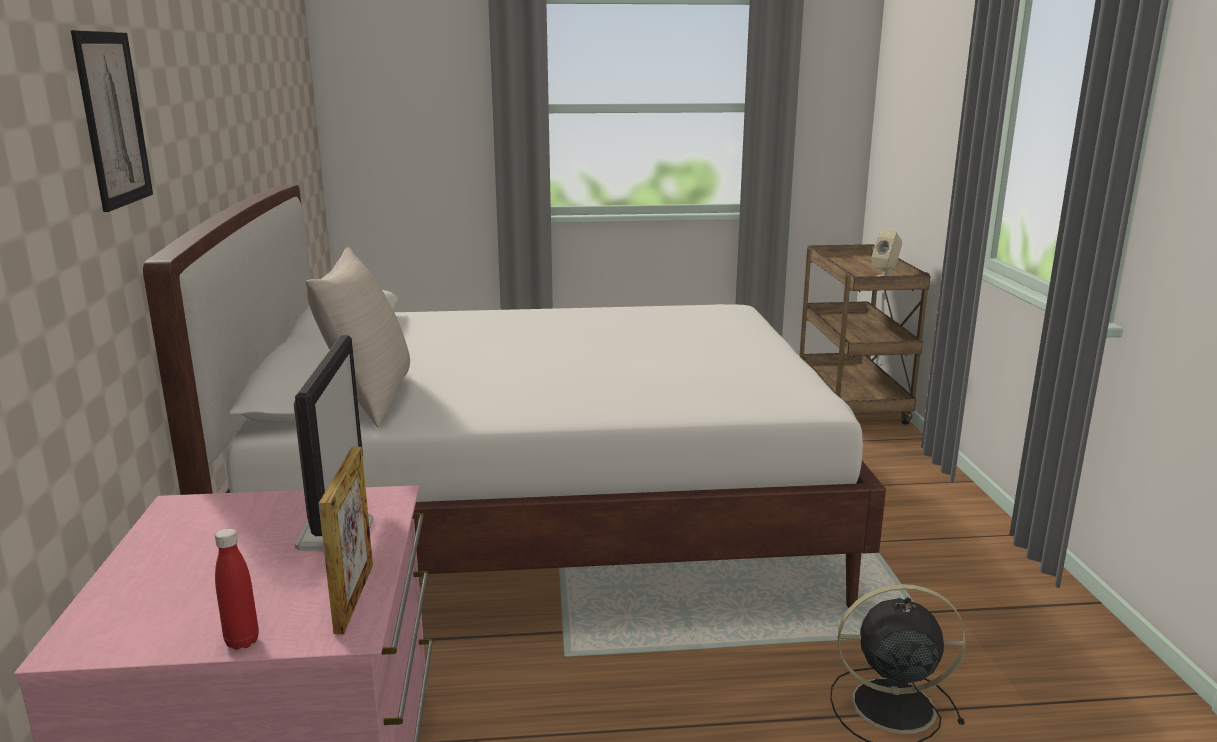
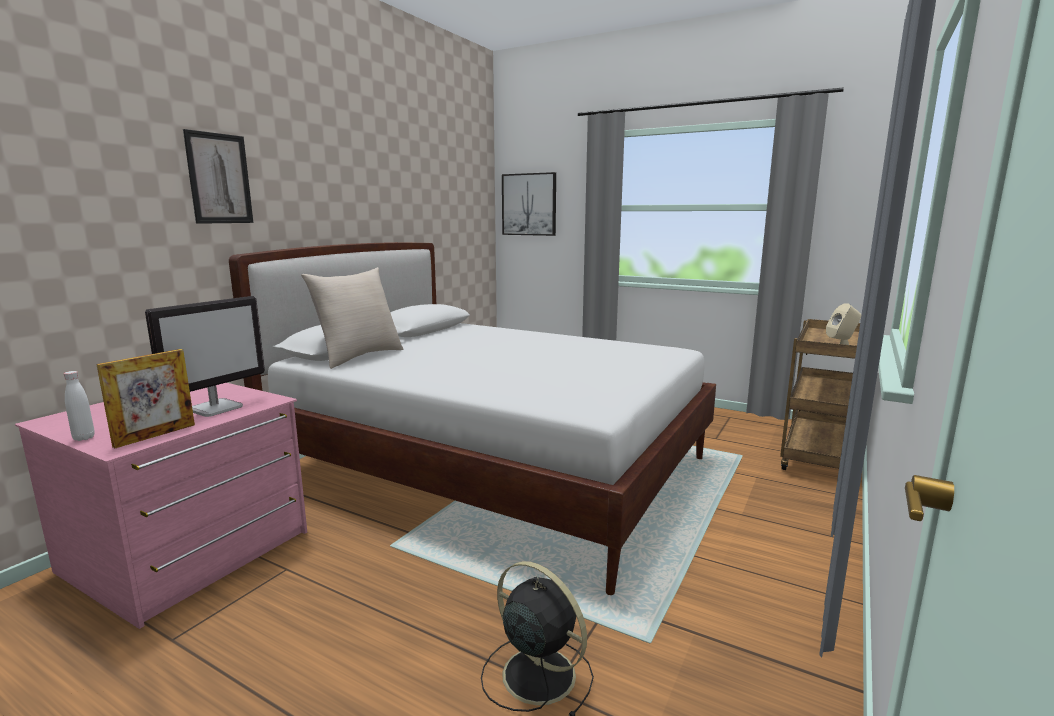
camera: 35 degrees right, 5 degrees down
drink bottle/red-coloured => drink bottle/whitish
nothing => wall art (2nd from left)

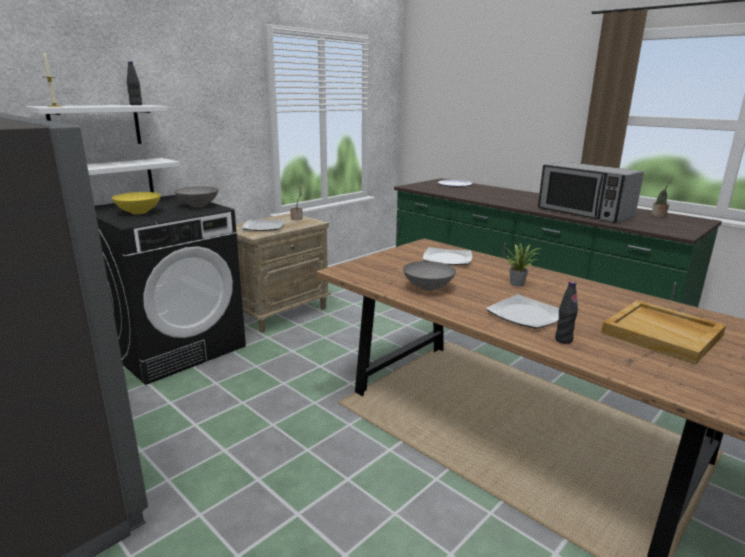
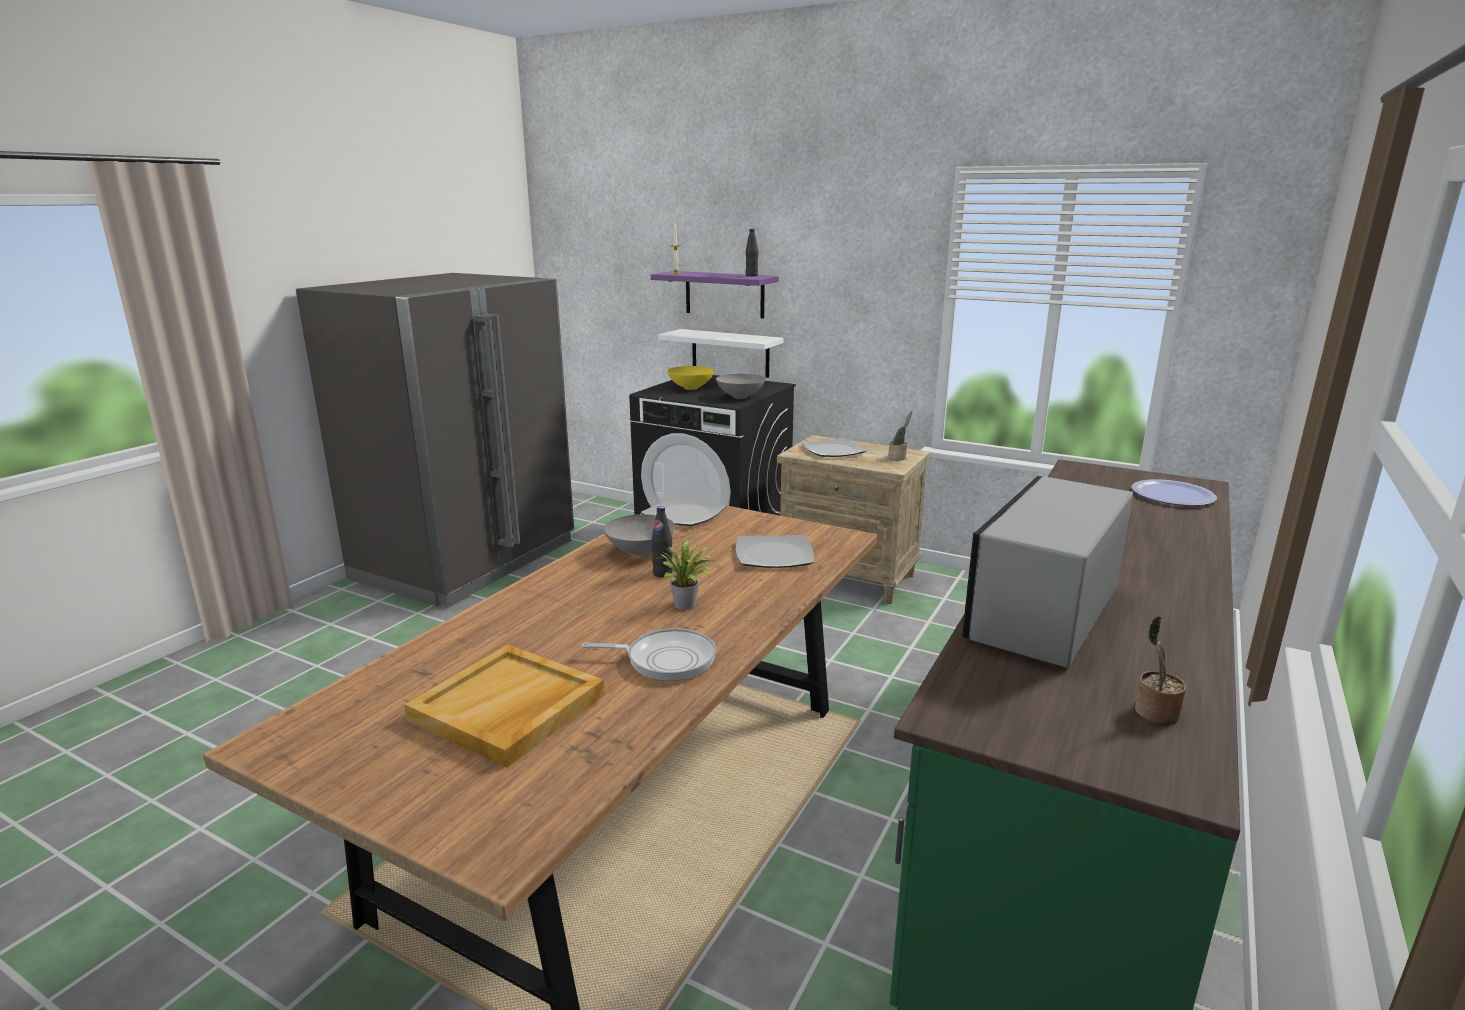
camera: 75 degrees right, 0 degrees up
shelf/whitish (1st from left) => shelf/purple
drink bottle/black-coloured (2nd from left in the first image) => drink bottle/black-coloured (1st from left), move
flat dish (4th from left in the first image) => flat dish (1st from left), move
nothing => skillet

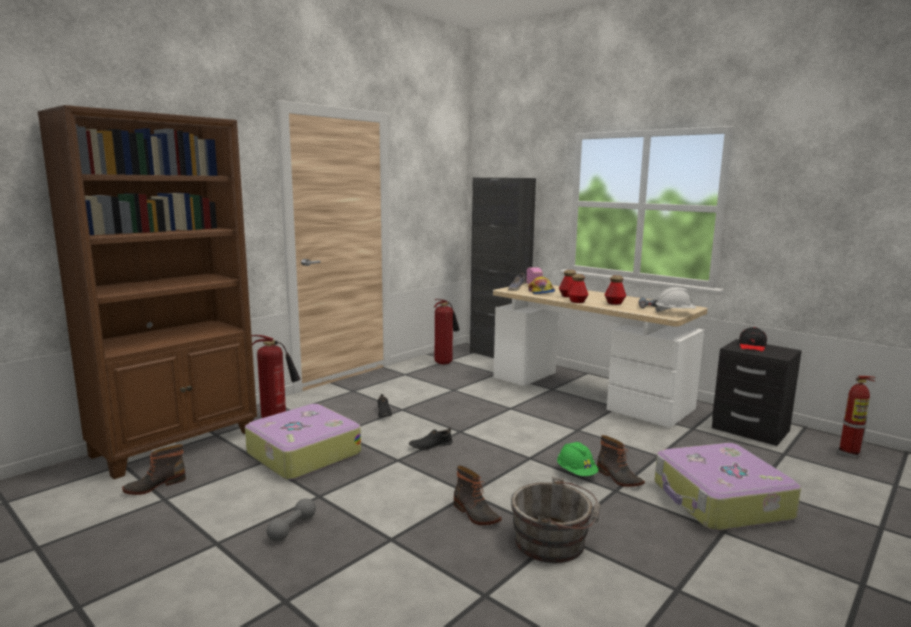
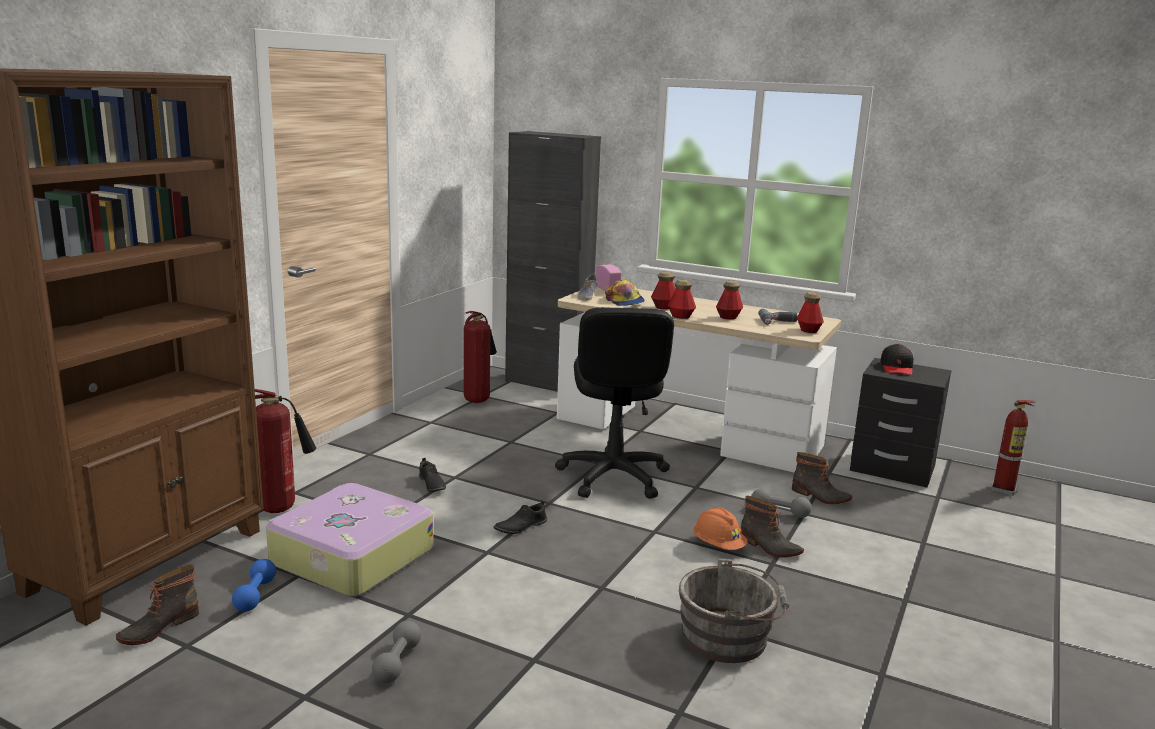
camera: 15 degrees left, 5 degrees up
work helmet/whitish => drink bottle (4th from left)
work helmet/greenish => work helmet/orangey
piece of luggage (2nd from left) => nothing
boot (2nd from left in the first image) => boot (3rd from left), move
nothing => computer chair/black-coloured
nothing => free weight/grey (2nd from left)
nothing => free weight/bluish

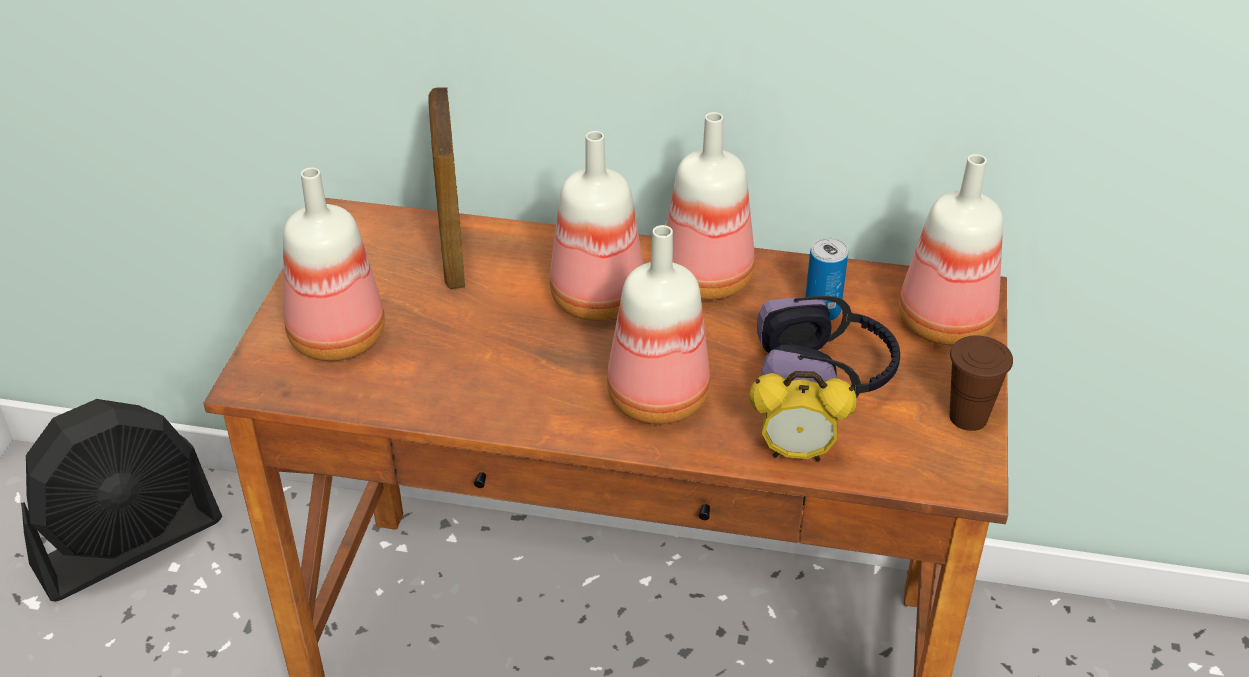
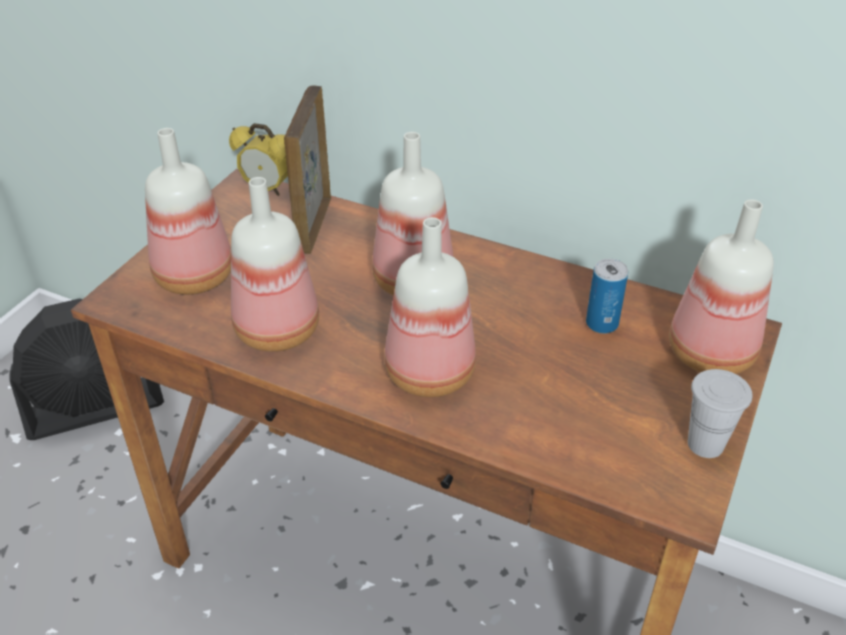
camera: 15 degrees right, 0 degrees up
drink bottle (4th from left in the first image) => drink bottle (2nd from left), move
headset => nothing
small cup/brown-coloured => small cup/whitish
table clock, move

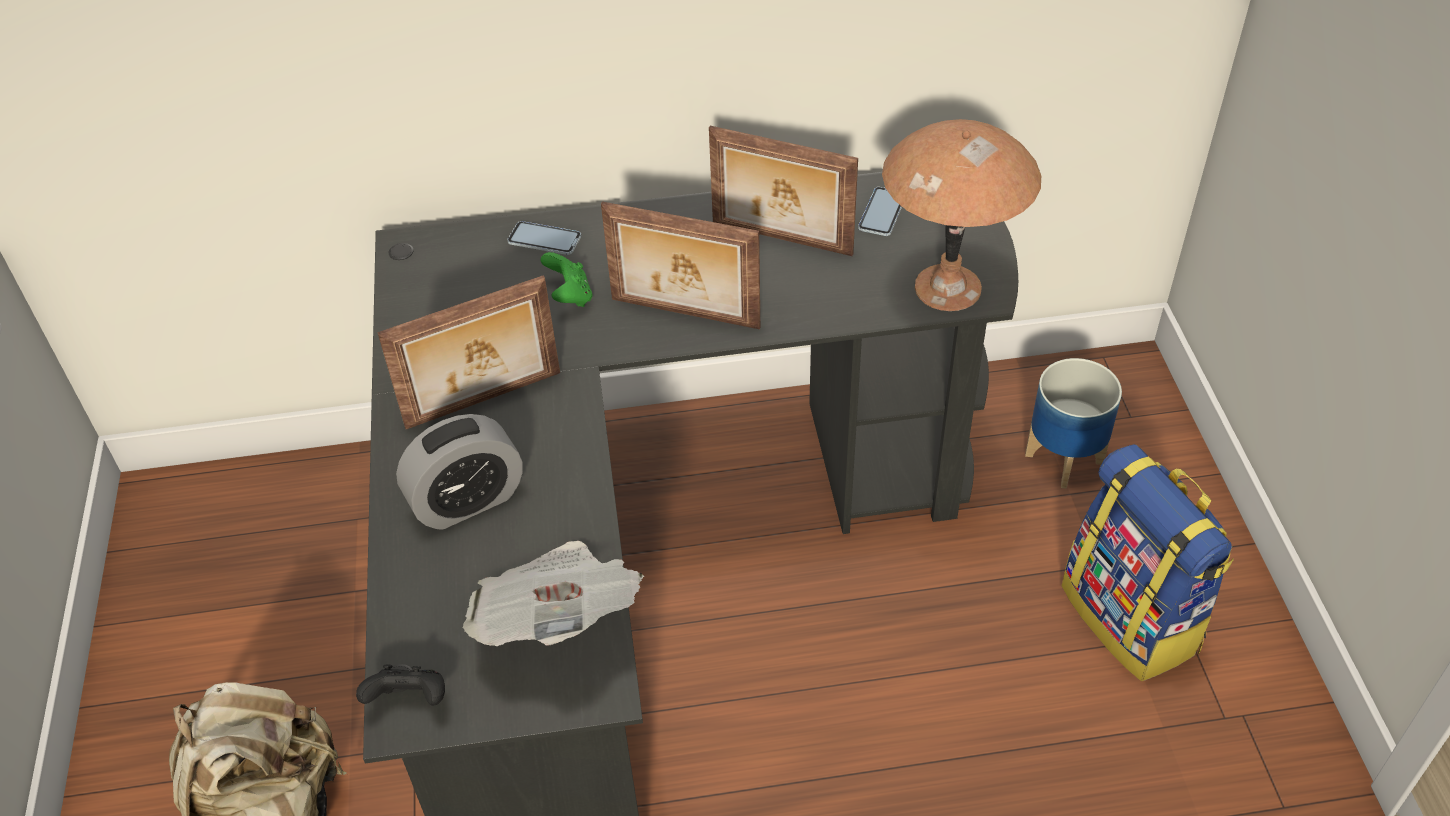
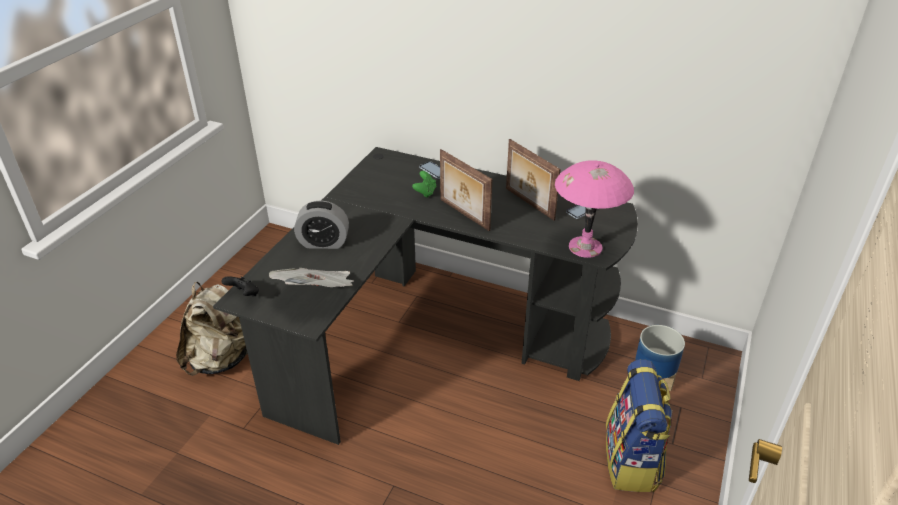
camera: 30 degrees right, 10 degrees down
tabletop lamp/brown-coloured => tabletop lamp/pink-coloured
standing frame (1st from left) => nothing

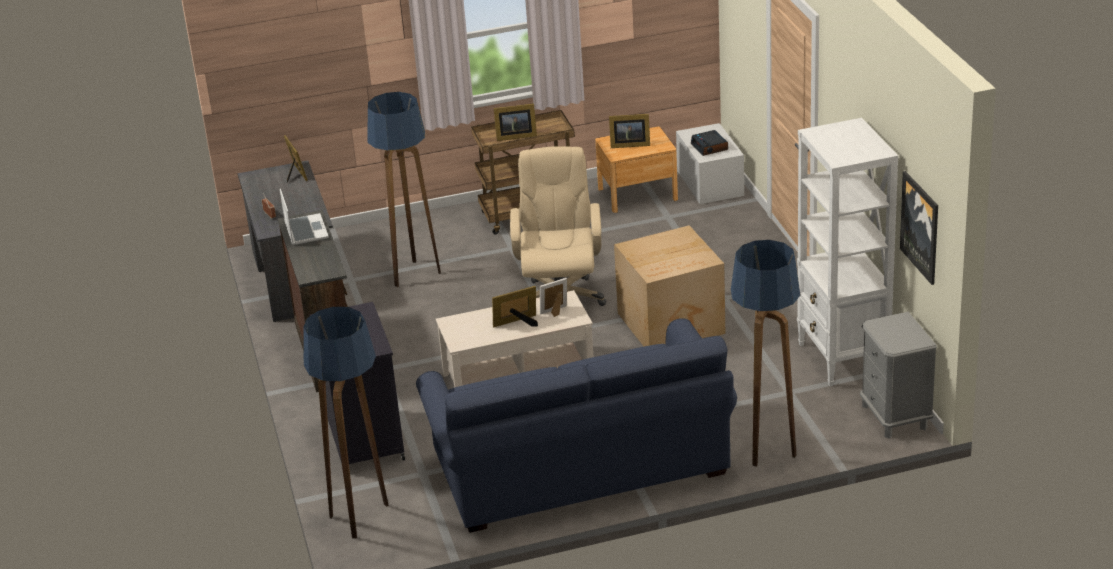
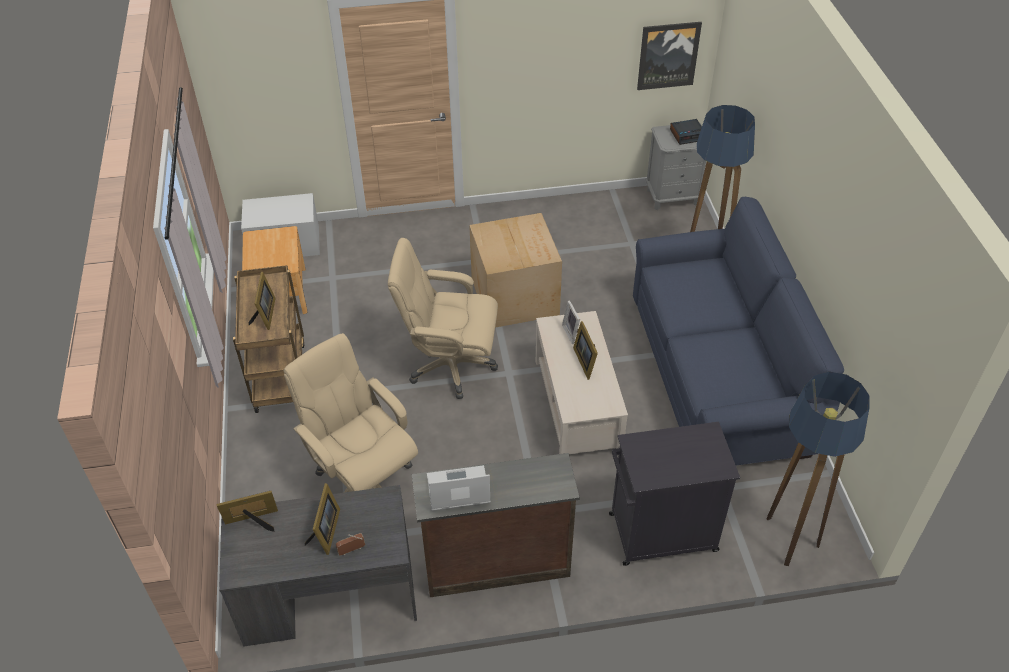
camera: 85 degrees left, 15 degrees up
floor lamp (2nd from left) => computer chair/sand-coloured (1st from left)
standing frame (5th from left in the first image) => standing frame (3rd from left), move
shelving unit/whitish => nothing
table clock, move

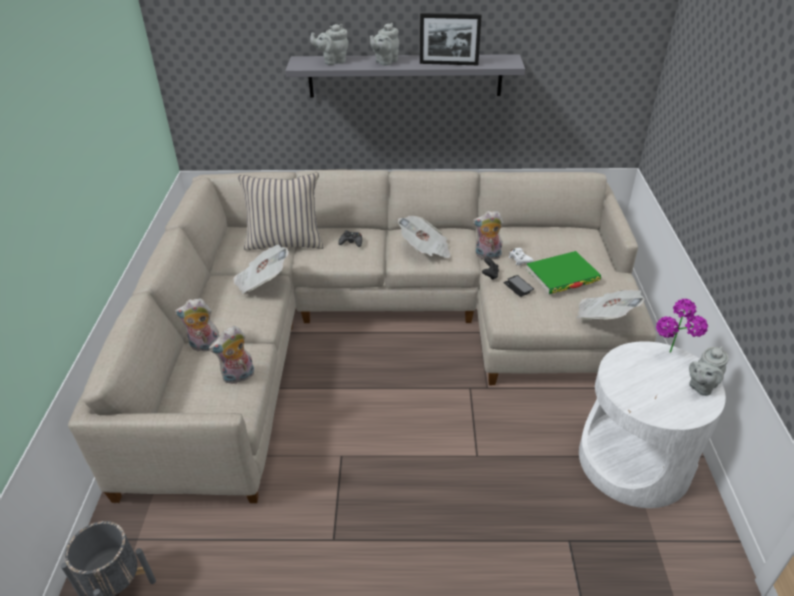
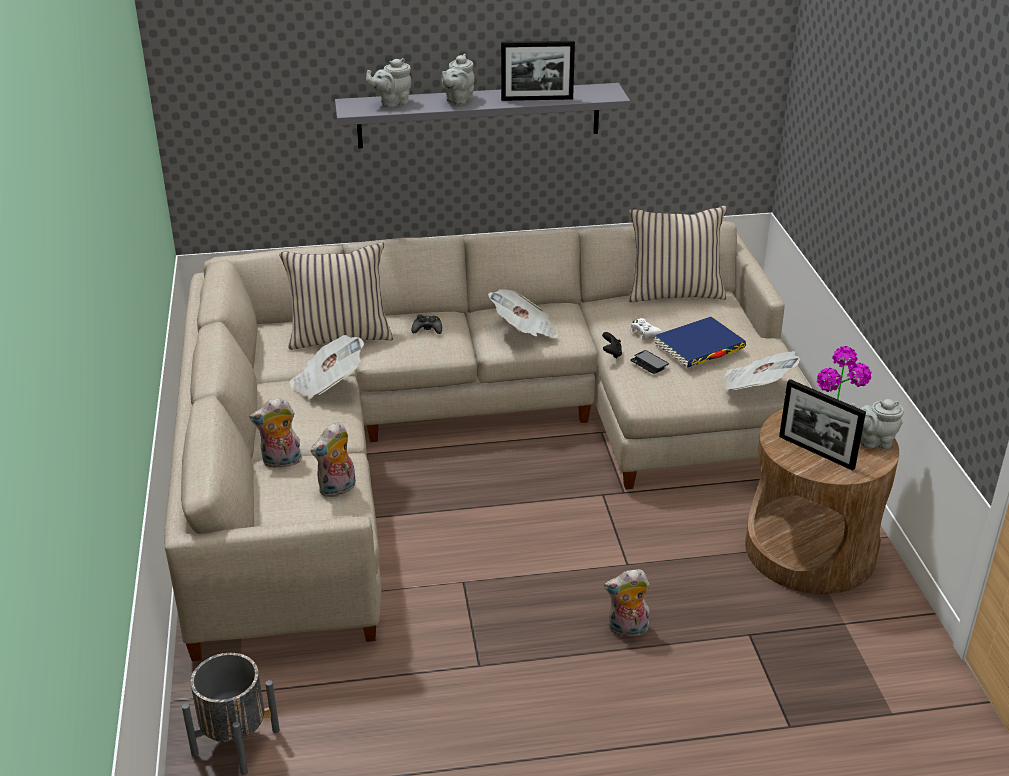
camera: 10 degrees left, 5 degrees down
soft toy (3rd from left), move
book/greenish => book/bluish
side table/whitish => side table/brown-coloured
tea pot/grey (3rd from left), 60 degrees clockwise
nothing => throw pillow/sand-coloured (2nd from left)
nothing => standing frame (2nd from left)

